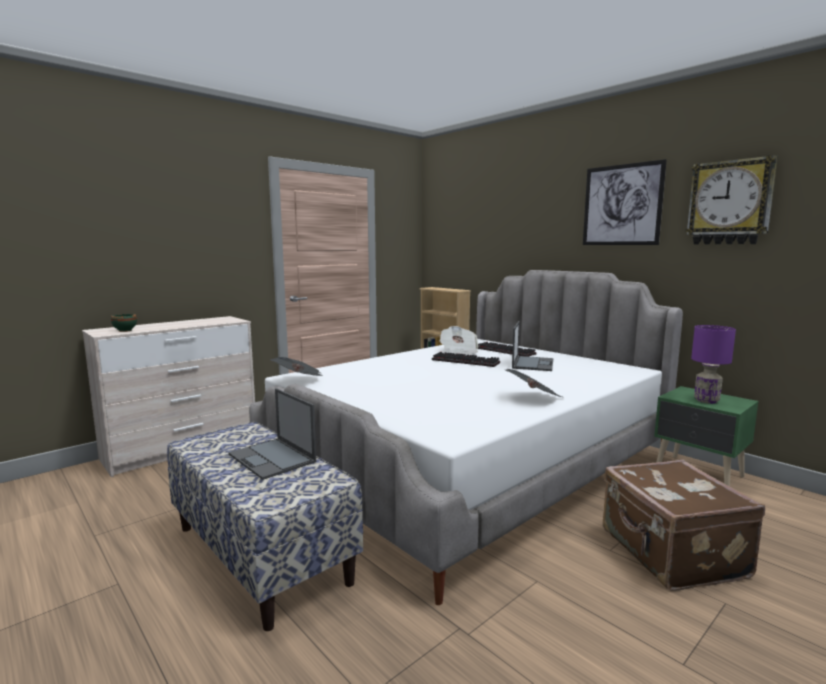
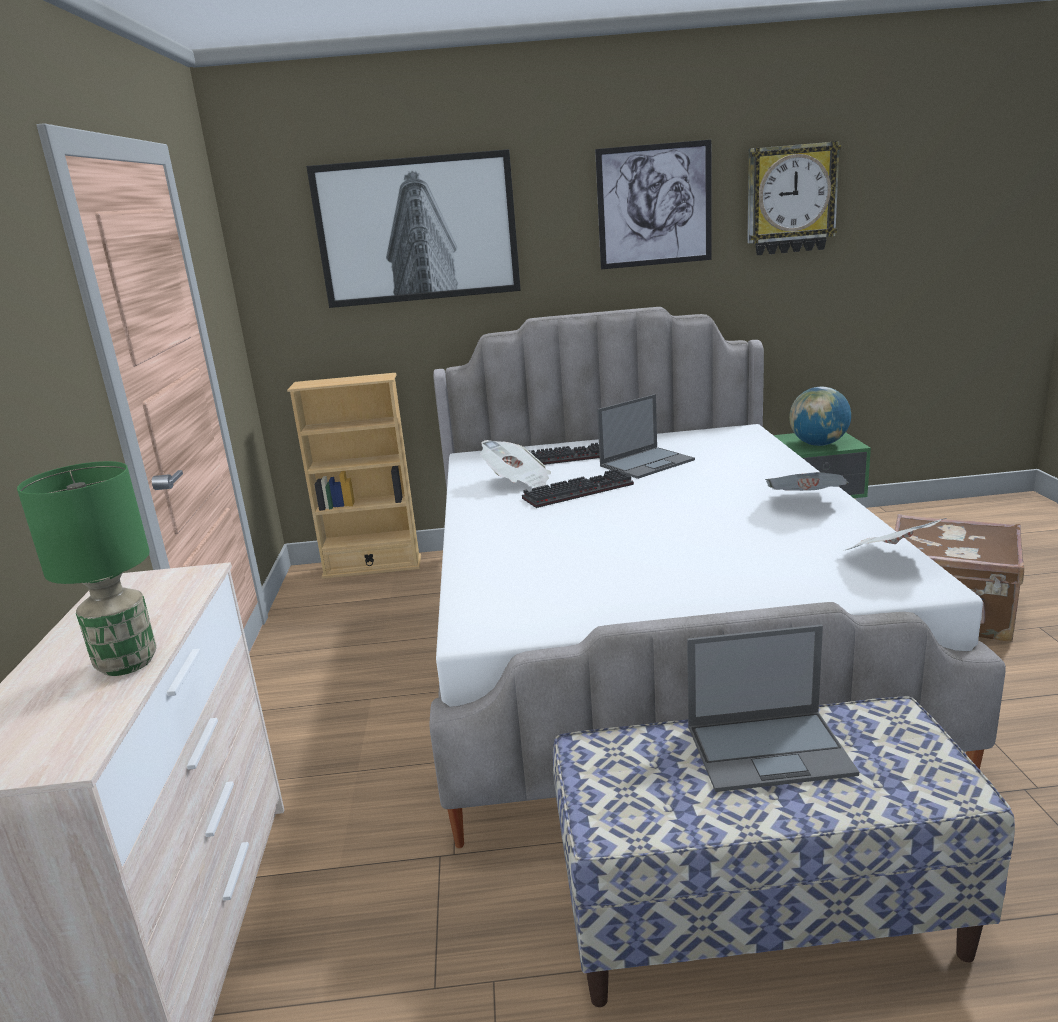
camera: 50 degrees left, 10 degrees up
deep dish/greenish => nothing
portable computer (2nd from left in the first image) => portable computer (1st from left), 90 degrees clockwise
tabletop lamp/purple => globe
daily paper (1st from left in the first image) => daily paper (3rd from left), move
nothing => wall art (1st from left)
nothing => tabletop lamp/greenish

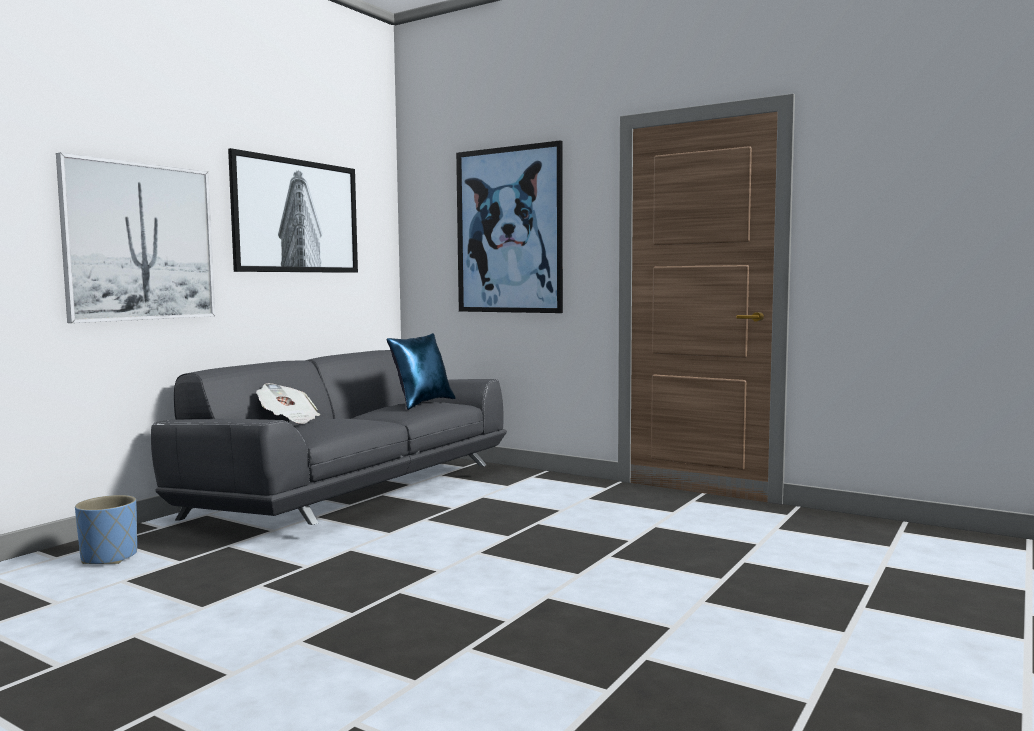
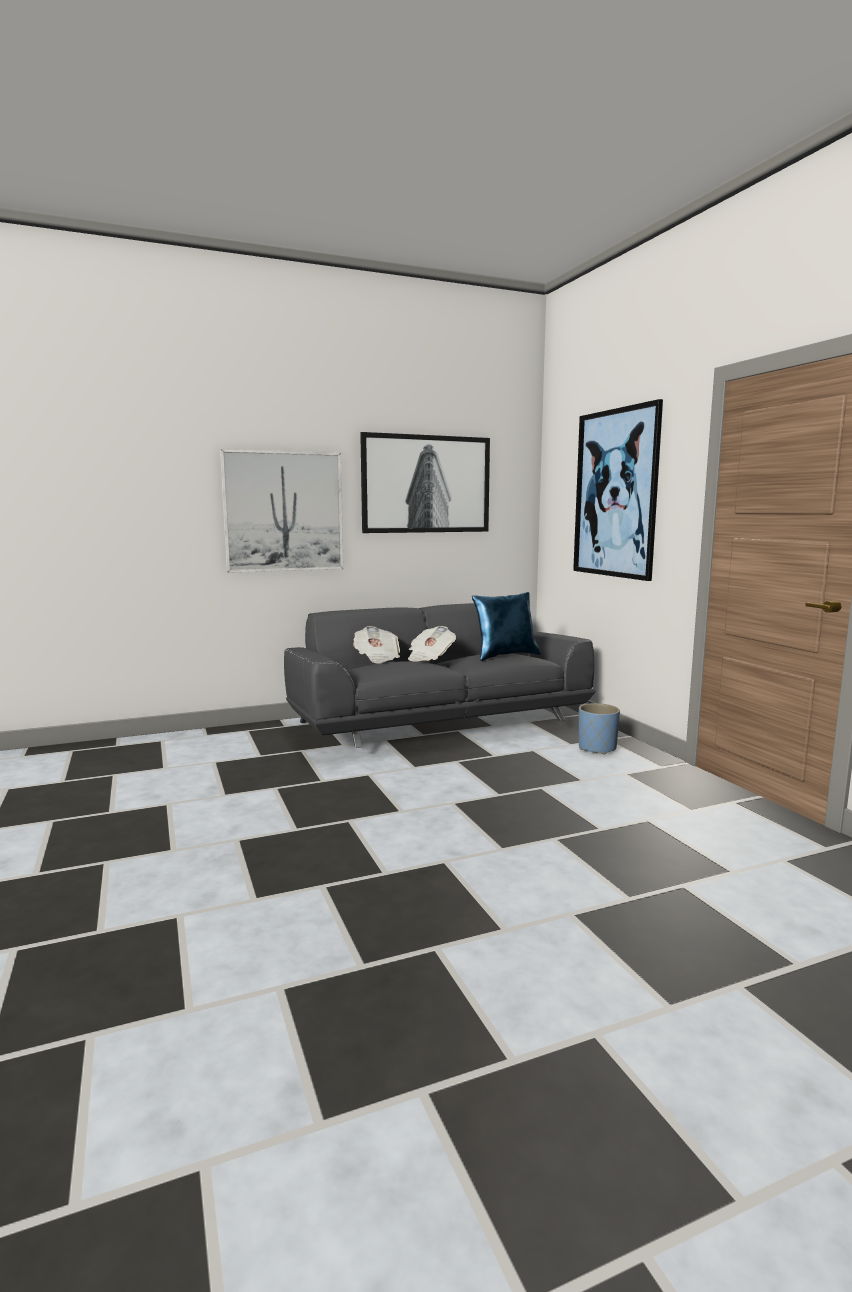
camera: 35 degrees right, 5 degrees up
plant pot/bluish, move
nothing => daily paper (2nd from left)

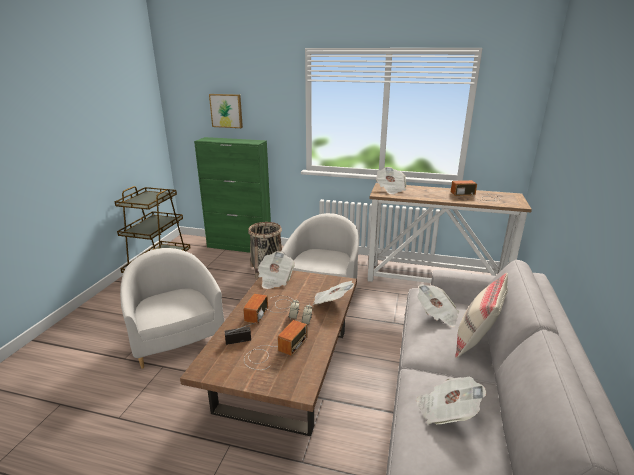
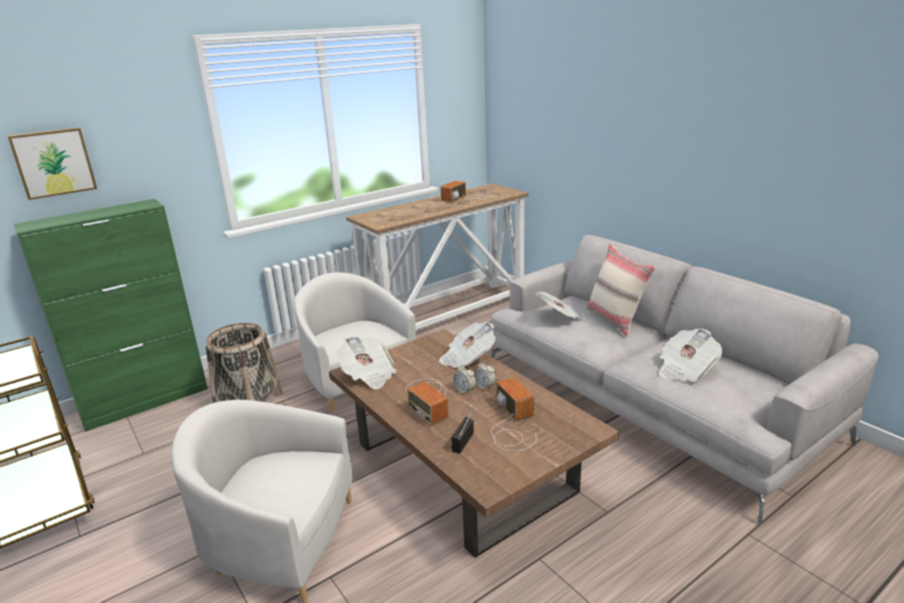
camera: 50 degrees left, 0 degrees up
daily paper (3rd from left) => nothing

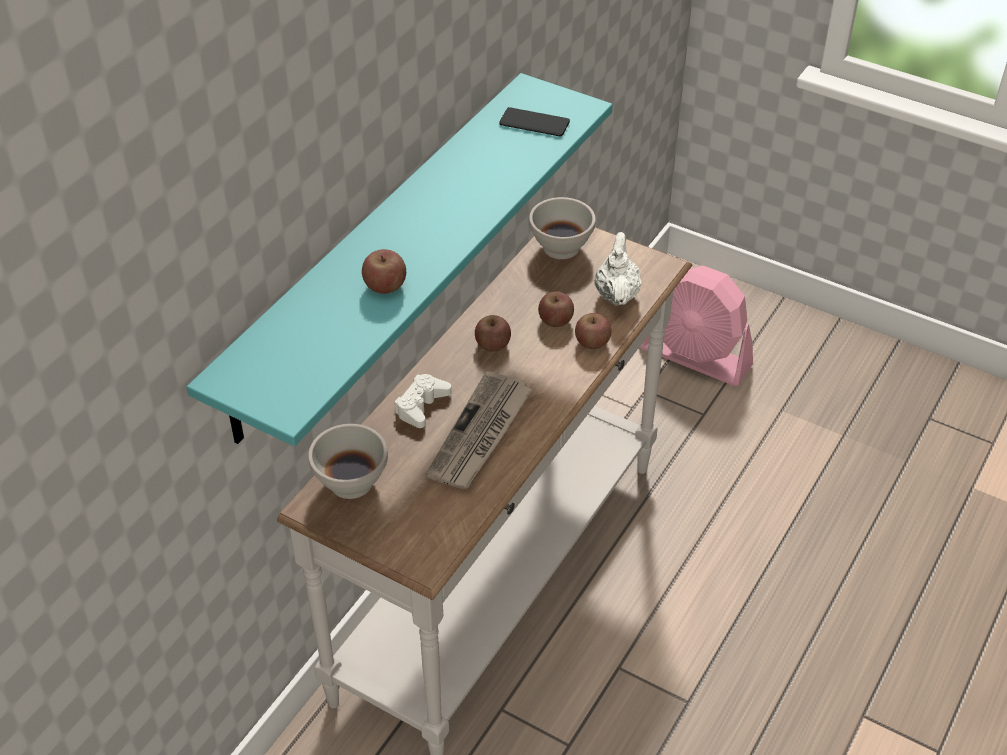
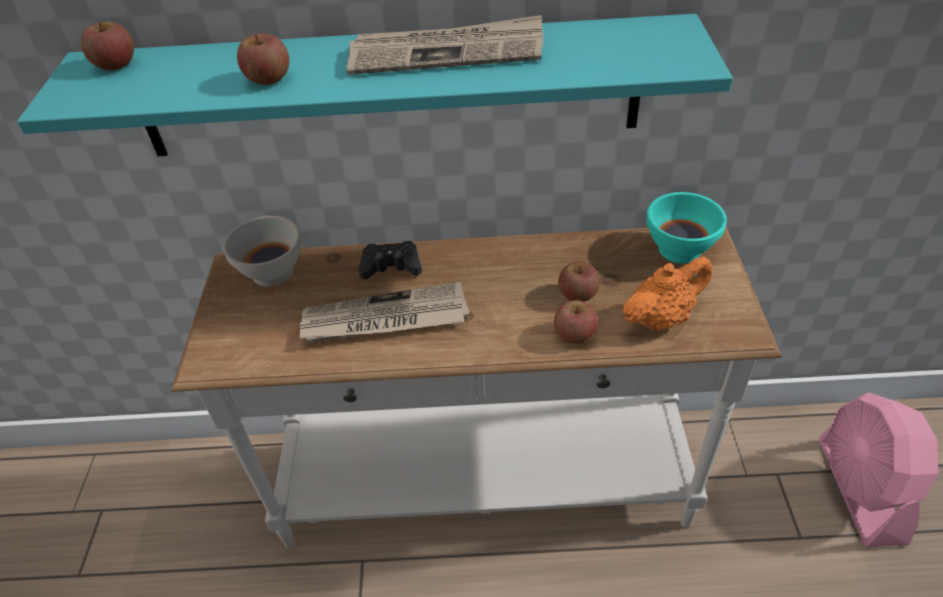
camera: 60 degrees right, 0 degrees up
telephone => nothing
deep dish/whitish (2nd from left) => deep dish/turquoise
tea pot/whitish => tea pot/orangey
apple (2nd from left in the first image) => apple (1st from left), move
gamepad/whitish => gamepad/black-coloured
nothing => daily paper (2nd from left)

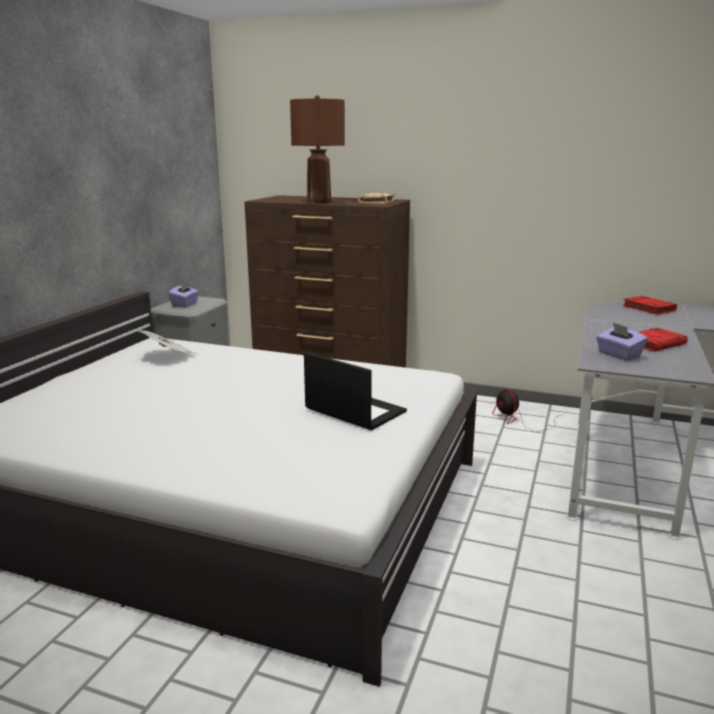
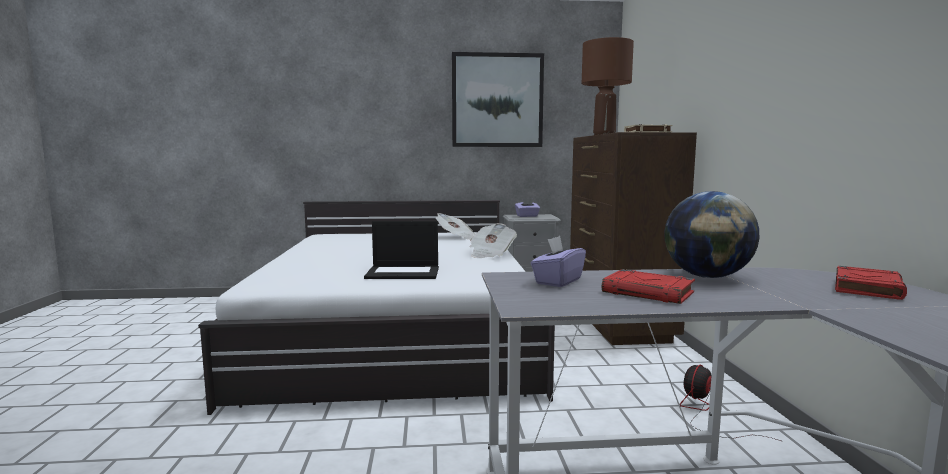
camera: 65 degrees right, 10 degrees down
portable computer, 75 degrees clockwise
nothing => wall art
nothing => globe
nothing => daily paper (2nd from left)

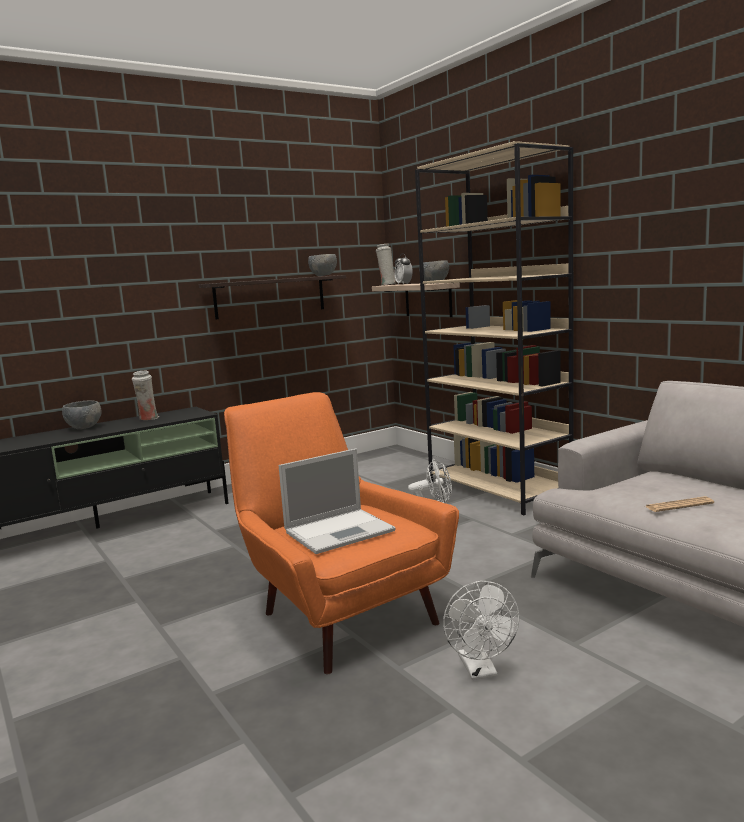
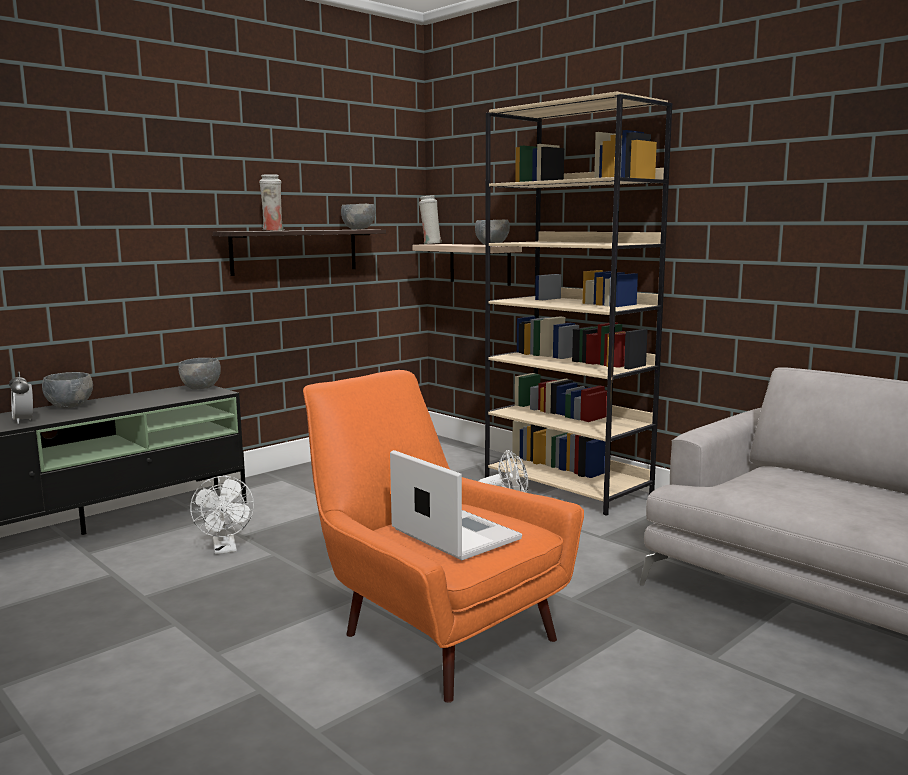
camera: 10 degrees left, 0 degrees up
table clock, move
decorative vase/whitish (1st from left), move
portable computer, 90 degrees counterclockwise
daily paper => nothing
electric fan/whitish (2nd from left in the first image) => electric fan/whitish (1st from left), move
nothing => deep dish/grey (2nd from left)

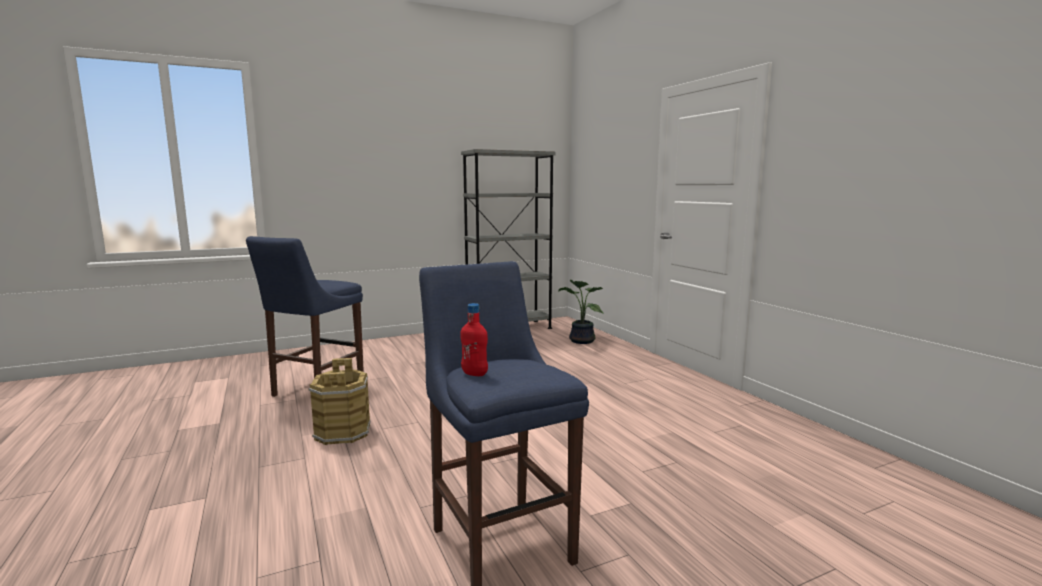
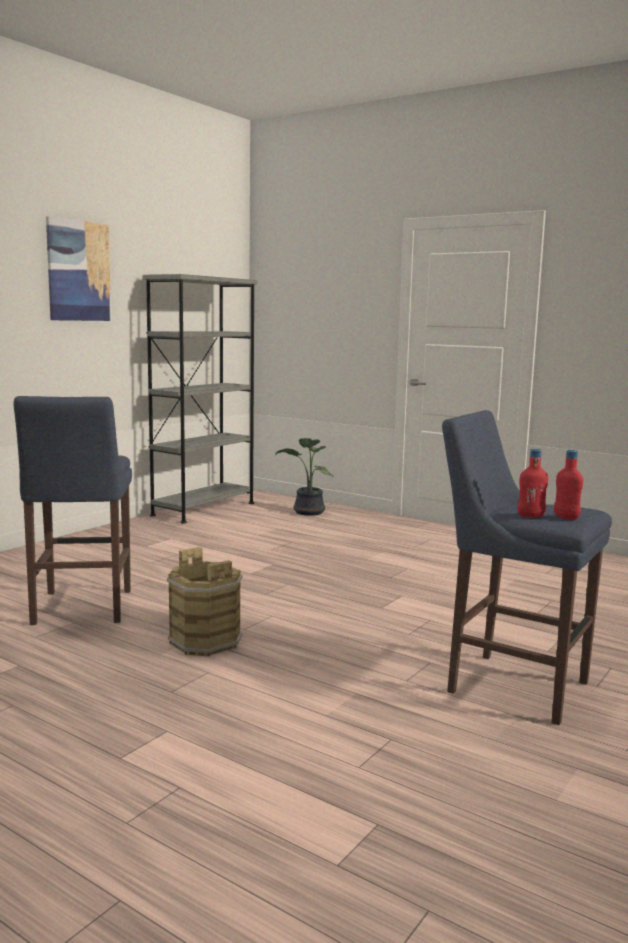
camera: 30 degrees left, 0 degrees up
nothing => wall art
nothing => drink bottle/red-coloured (2nd from left)

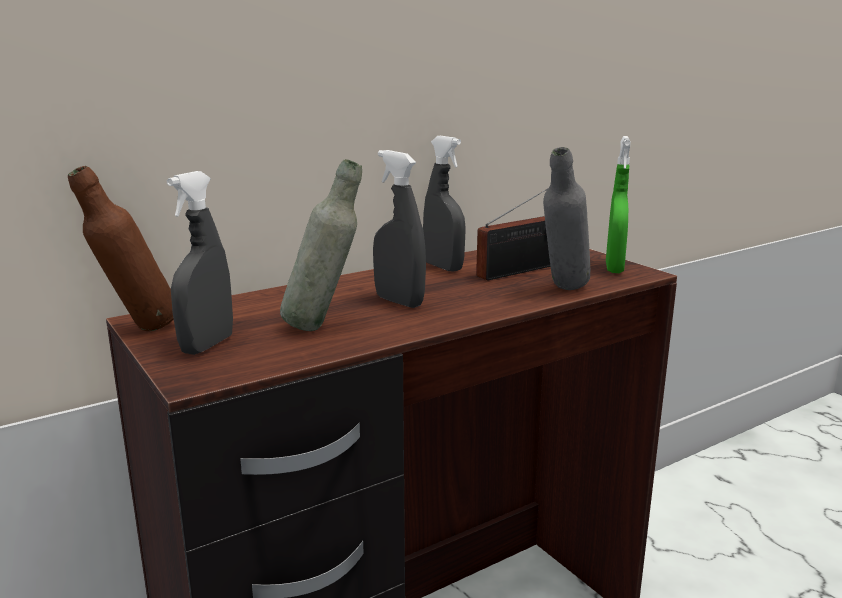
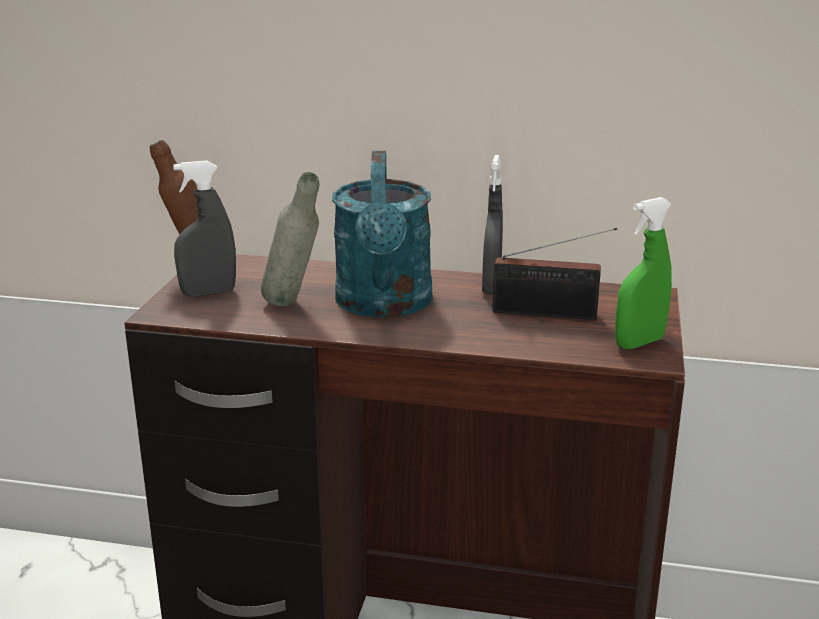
camera: 45 degrees right, 5 degrees up
drink bottle/grey (2nd from left) => nothing
sprayer/grey (2nd from left) => watering can/turquoise

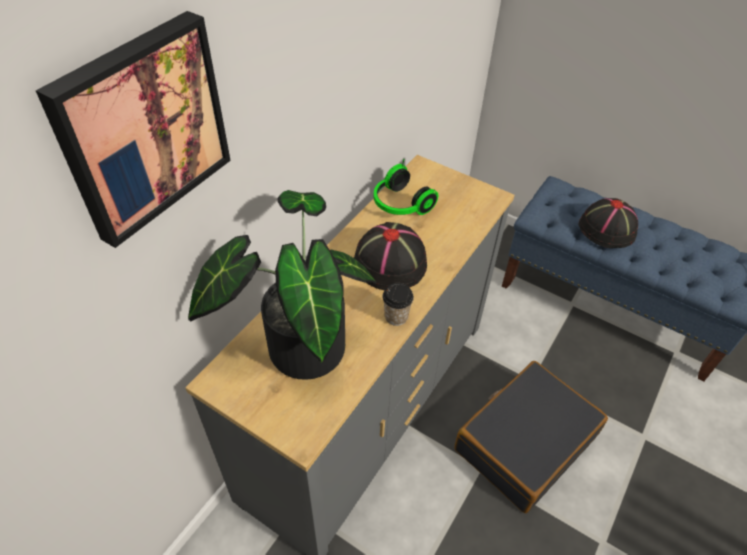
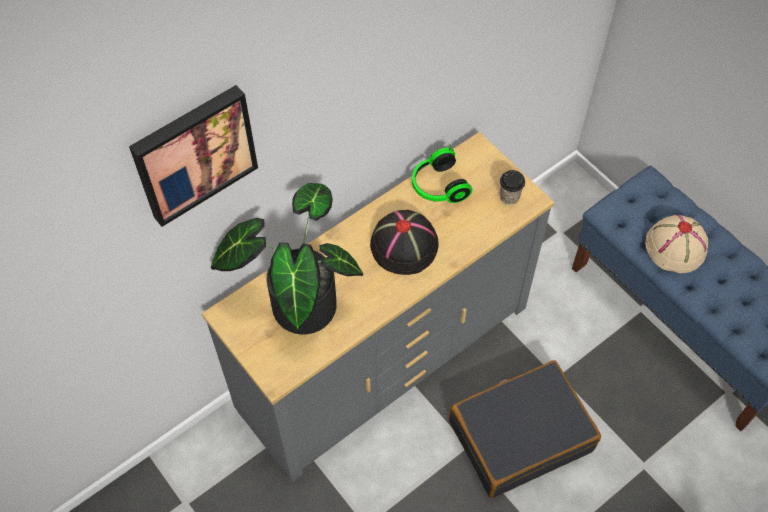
camera: 20 degrees right, 10 degrees up
hat/black-coloured (2nd from left) => hat/sand-coloured
small cup, move

